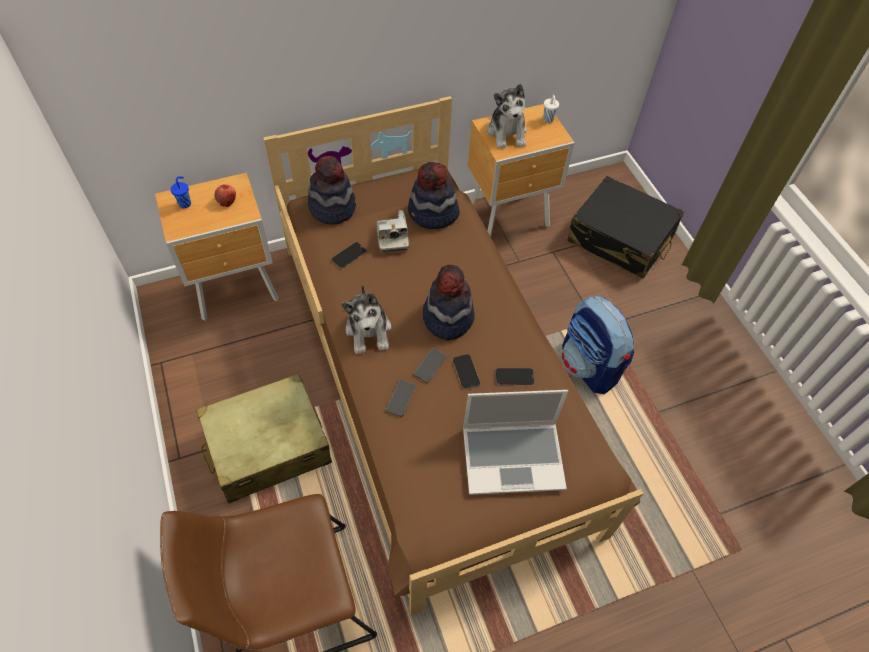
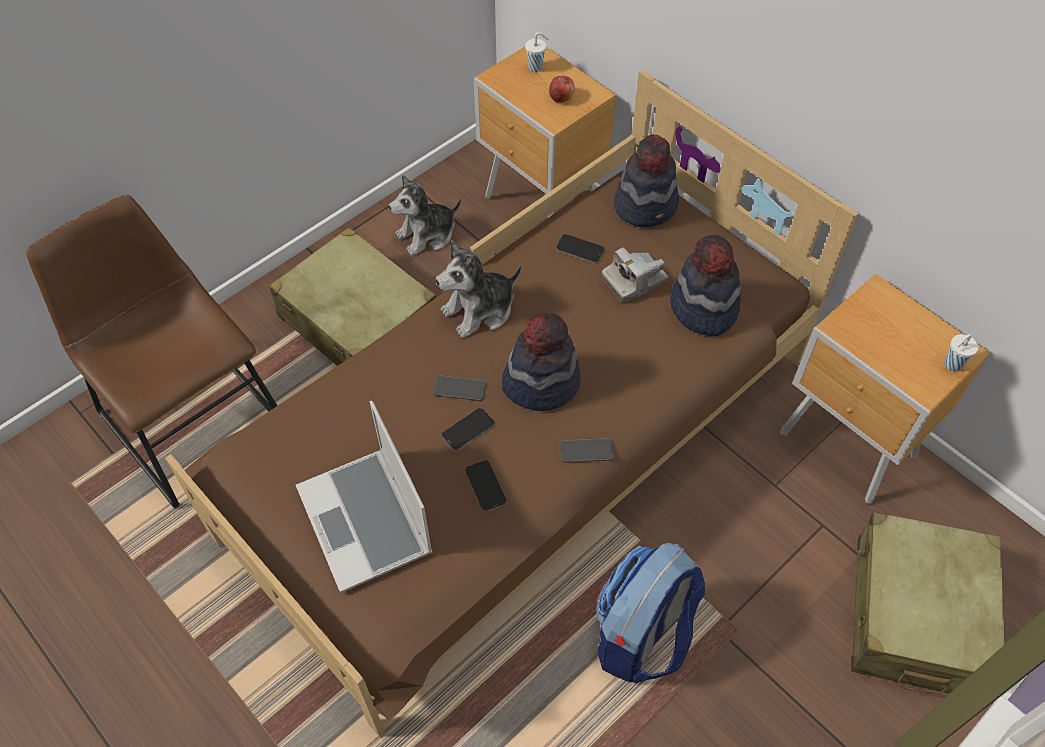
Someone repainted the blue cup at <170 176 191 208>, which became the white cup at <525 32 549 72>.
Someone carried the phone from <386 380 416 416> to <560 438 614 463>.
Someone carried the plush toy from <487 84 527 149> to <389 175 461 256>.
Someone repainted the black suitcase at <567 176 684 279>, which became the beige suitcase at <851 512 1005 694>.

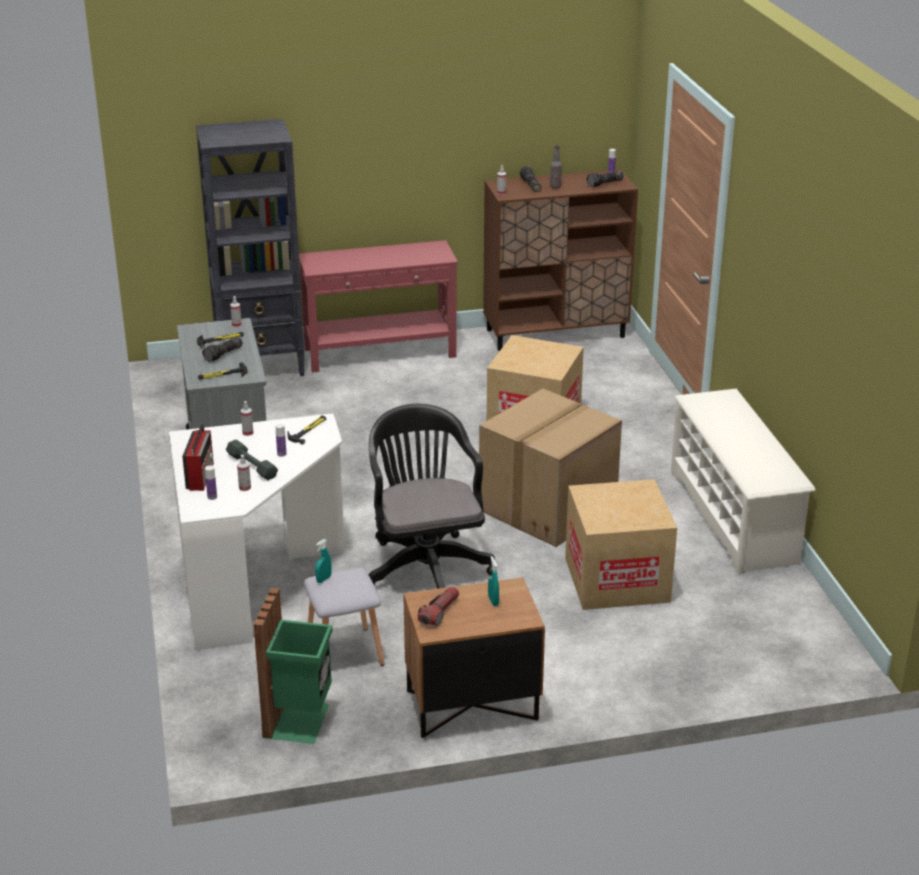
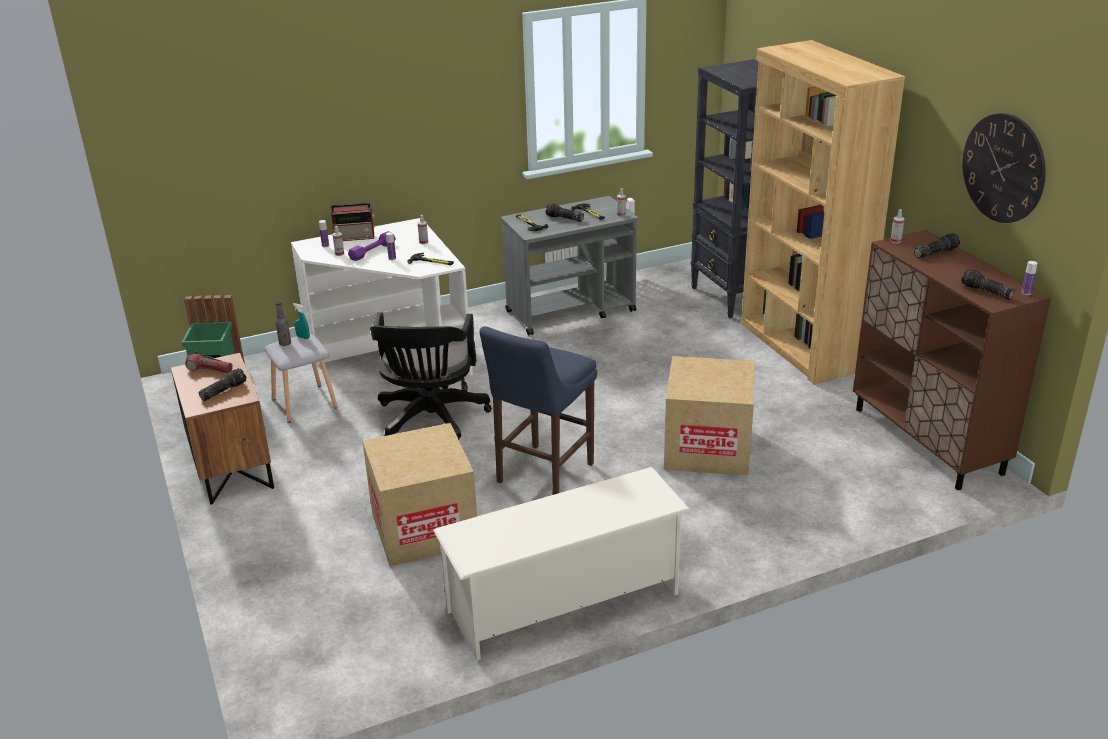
Someone repainted the grey dumbbell at <226 440 278 480>, which became the purple dumbbell at <348 231 396 261>.
Someone swapped the red console table at <299 240 458 373> for the brown bookcase at <741 40 905 385>.
Someone rotated the black office chair at <369 404 495 589> by 120 degrees clockwise.
Someone swapped the cardboard box at <479 389 622 547> for the blue stool at <480 326 597 495>.
Someone swapped the turquoise spray bottle at <488 556 499 606> for the flashlight at <199 368 247 401>.
Someone carried the bottle from <550 145 562 189> to <275 301 291 346>.
Someone put up the wall clock at <962 113 1046 223>.

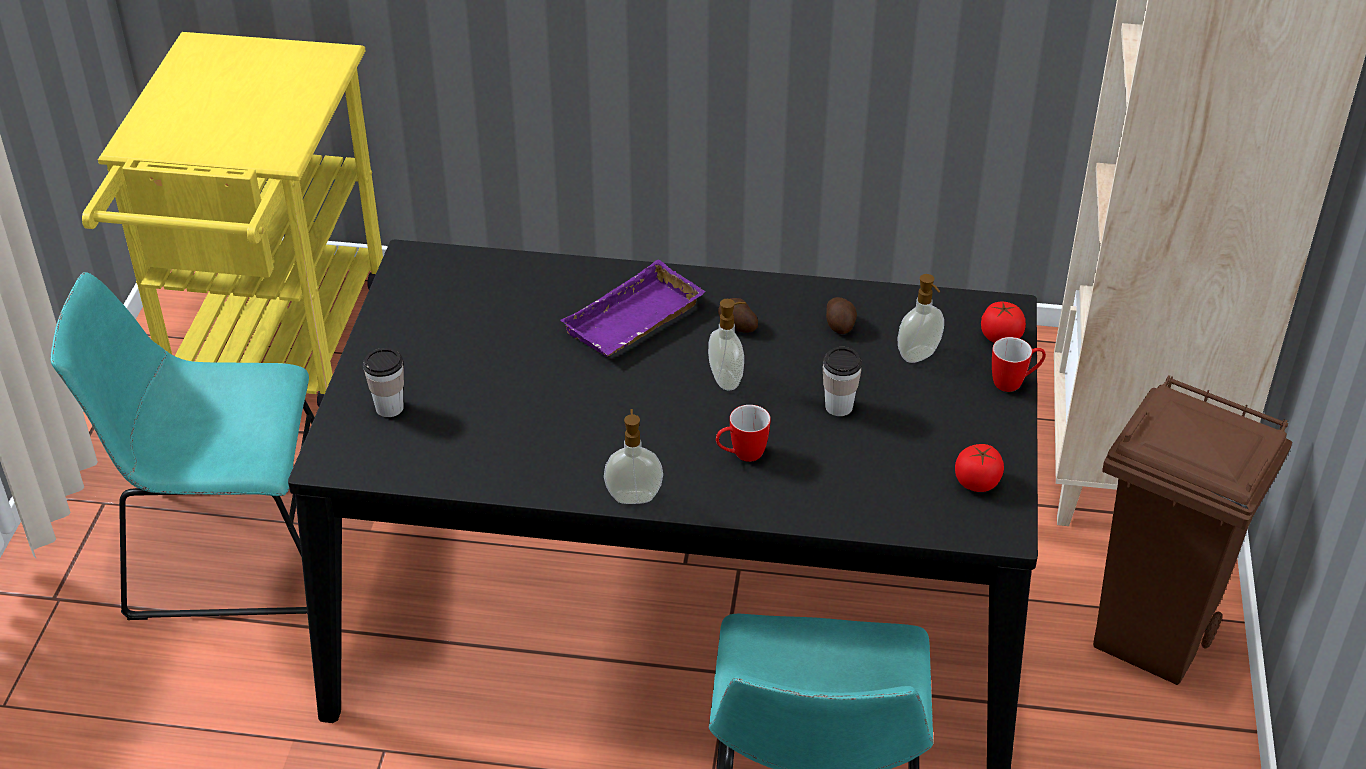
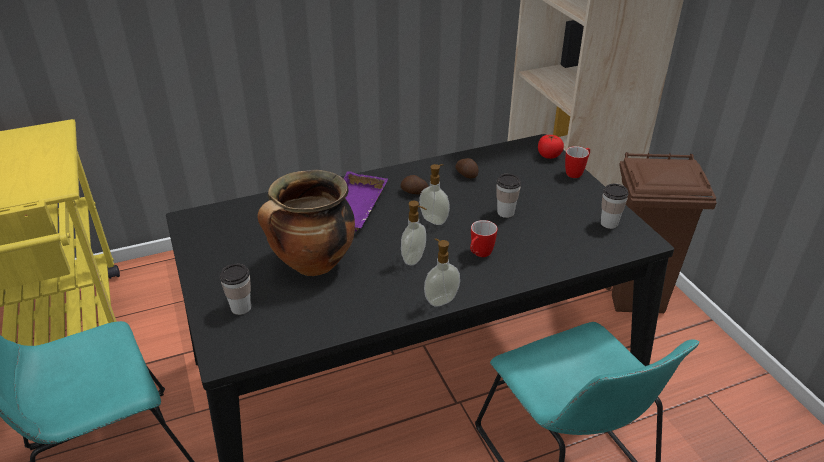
Someone carried the soap dispenser from <898 274 944 363> to <401 201 426 265>.
Someone swapped the tomato at <955 444 1004 492> for the cup at <601 184 628 229>.
Someone put down the cooking pot at <258 170 355 276>.

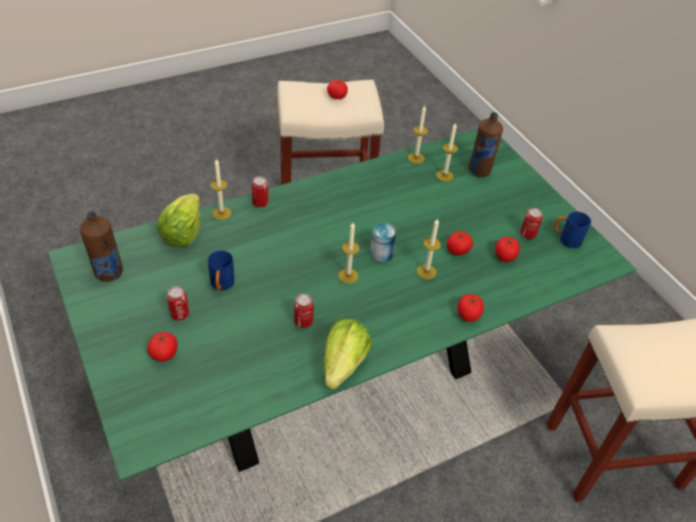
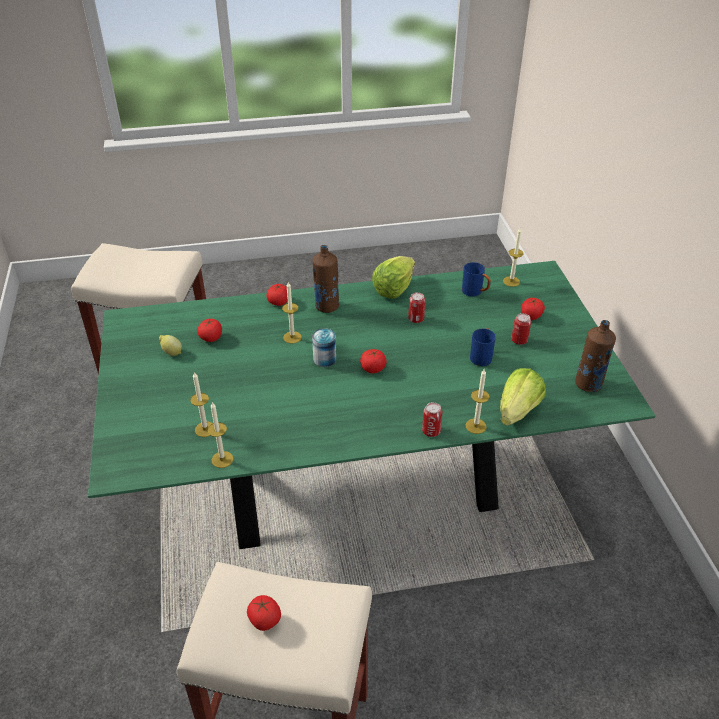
Someone carried the candle from <338 223 360 284> to <503 228 524 287>.
Someone carried the tomato from <447 231 473 255> to <360 349 387 373>.
Someone carried the brown bottle from <468 112 503 177> to <313 245 340 313>.
Someone swapped the can at <520 208 543 239> for the lemon at <159 335 182 356>.
Someone carried the blue mug from <554 212 591 248> to <462 262 491 297>.

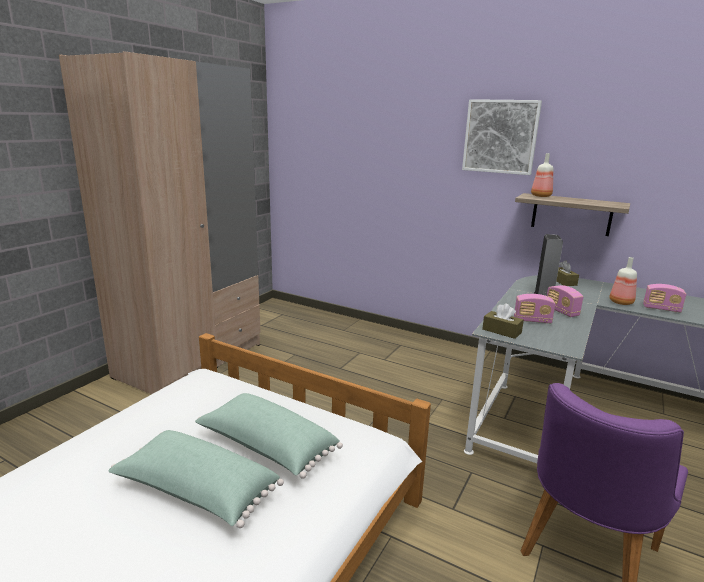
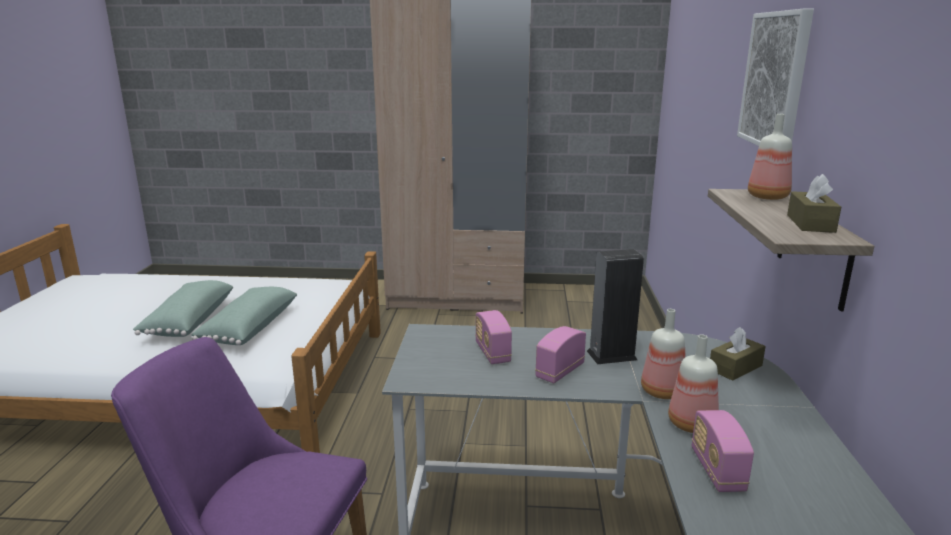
Someone carried the brown tissue box from <482 304 524 339> to <787 174 841 233>.
Someone put down the bottle at <641 309 686 399>.

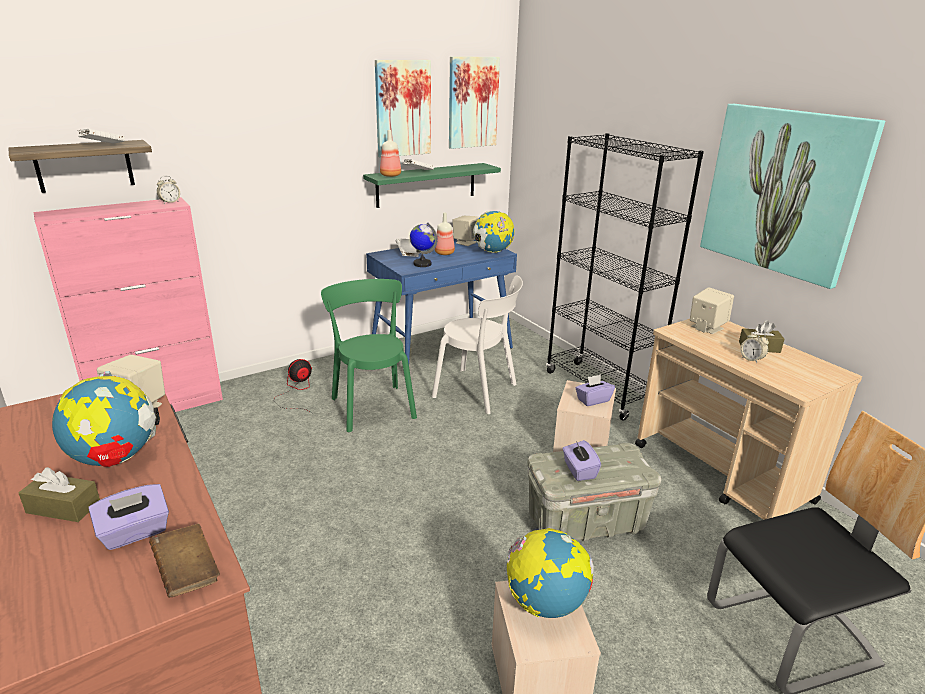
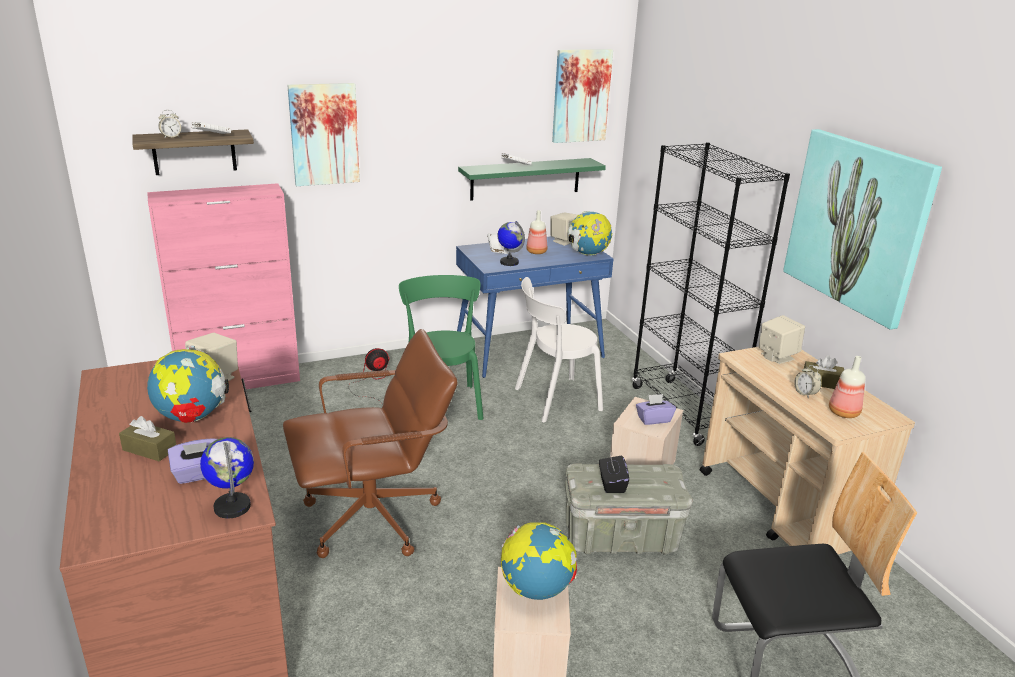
Someone swapped the brown book at <149 523 220 598> for the globe at <200 437 254 519>.
Someone carried the alarm clock from <157 176 180 204> to <158 110 181 139>.
Someone carried the picture from <375 60 431 158> to <287 83 360 186>.
Someone carried the bottle from <380 130 401 177> to <829 356 865 418>.
Someone rotated the white chair at <432 275 523 414> by 120 degrees clockwise.
Someone repainted the purple tissue box at <563 440 601 481>, which became the black tissue box at <599 454 629 493>.
Someone put down the brown office chair at <283 329 458 558>.

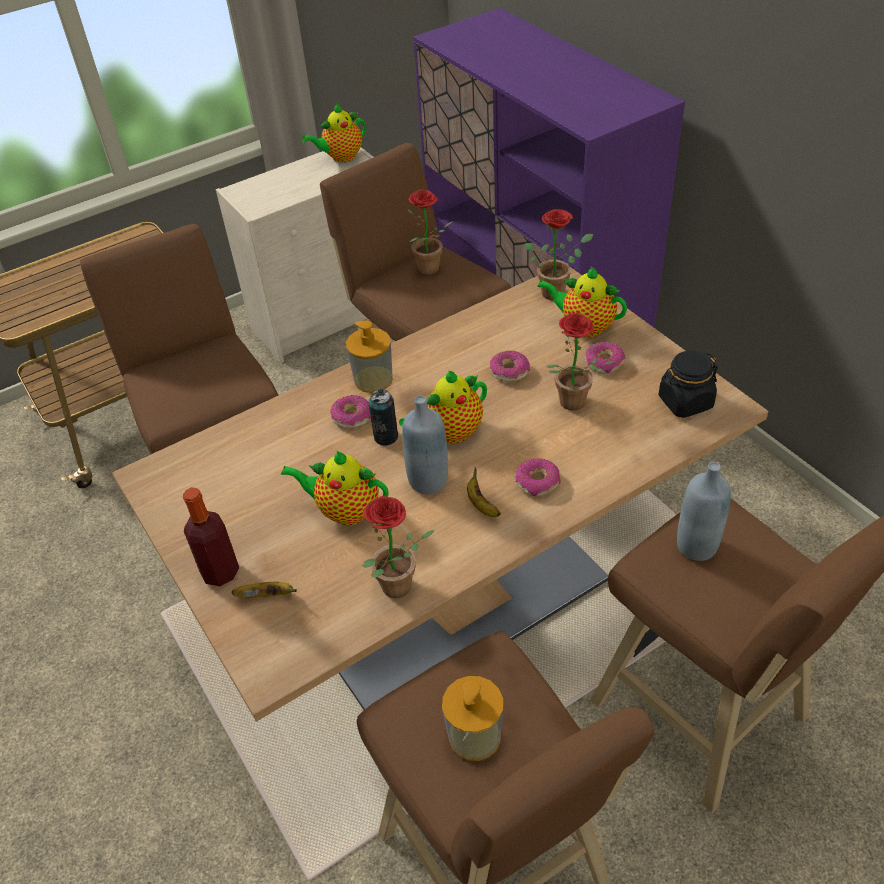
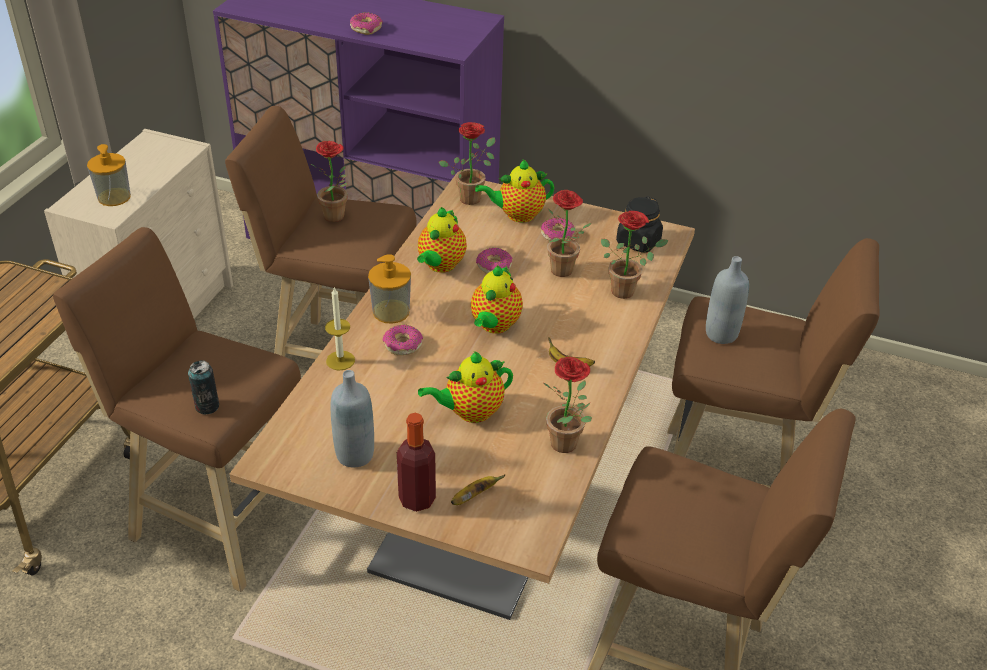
Someone carried the teapot from <302 103 366 162> to <417 207 467 273>.
Someone carried the can from <368 389 398 445> to <188 360 219 414>.
Someone carried the grey bottle from <402 396 448 494> to <331 370 374 467>.
Someone carried the soap dispenser from <442 676 503 761> to <87 144 131 206>.
Someone carried the donut from <515 458 561 496> to <350 13 383 35>.
Someone put down the candle at <325 288 355 370>.
Someone put down the potted plant at <601 211 669 299>.

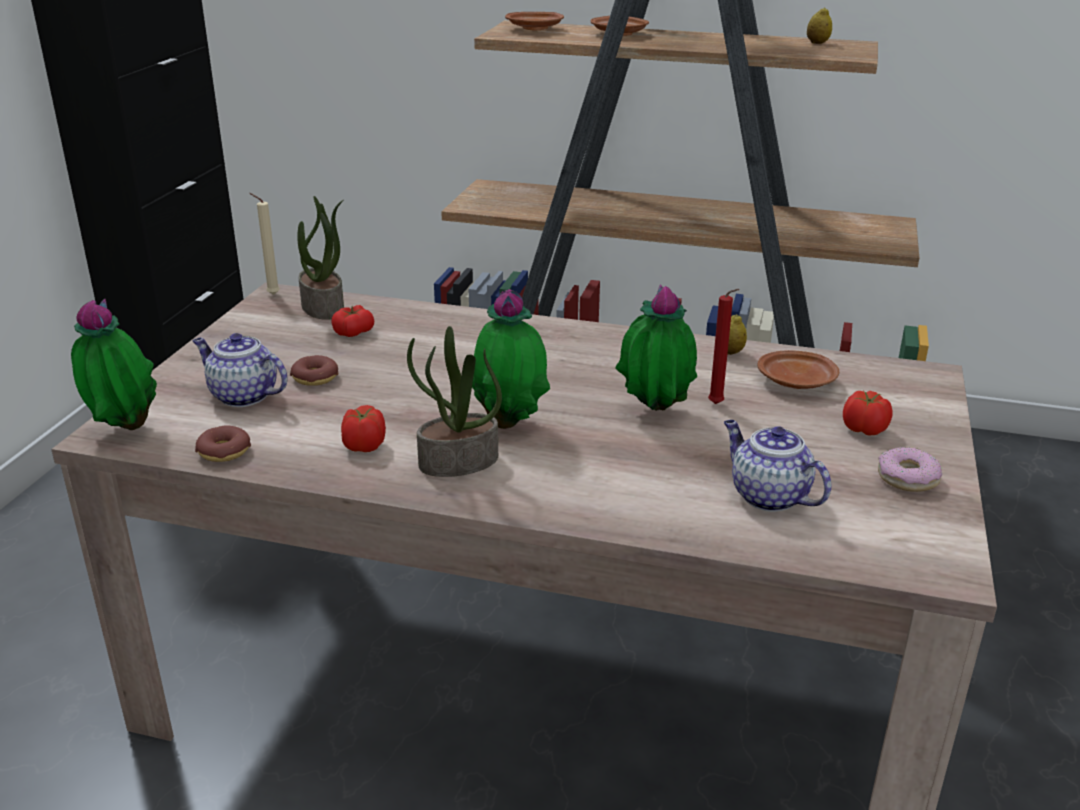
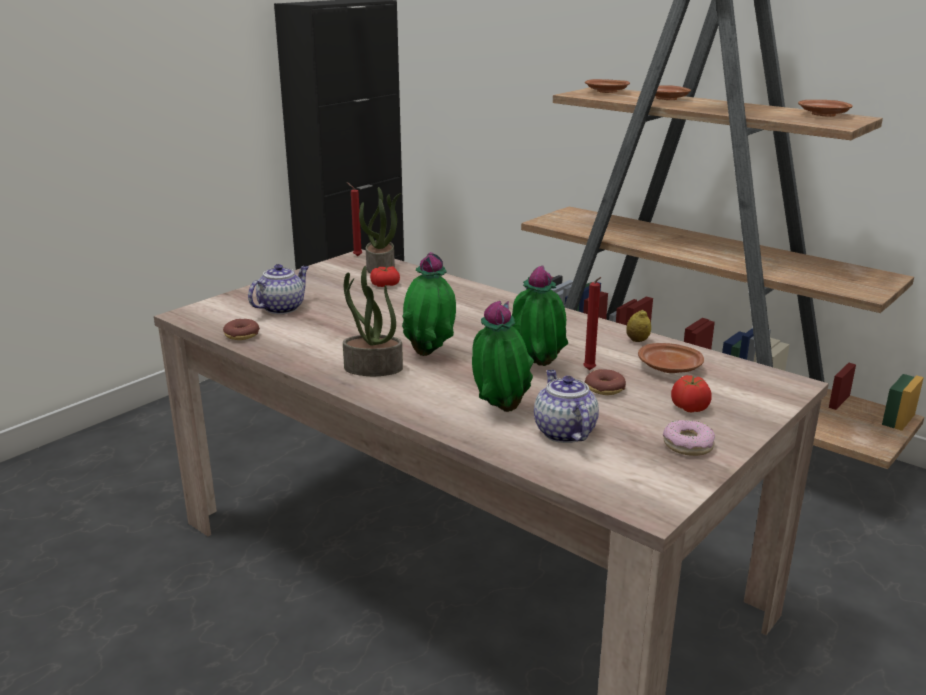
Someone carried the potted plant from <71 299 157 430> to <472 301 534 412>.
Someone rotated the teapot at <192 333 288 407> by 75 degrees clockwise.
Someone repainted the beige candle at <249 193 280 295>, which became the red candle at <347 182 362 256>.
Someone carried the donut from <290 355 338 386> to <585 369 626 395>.
Someone took away the tomato at <341 405 386 452>.
Someone swapped the lemon at <807 7 832 44> for the brown plate at <798 100 853 117>.

